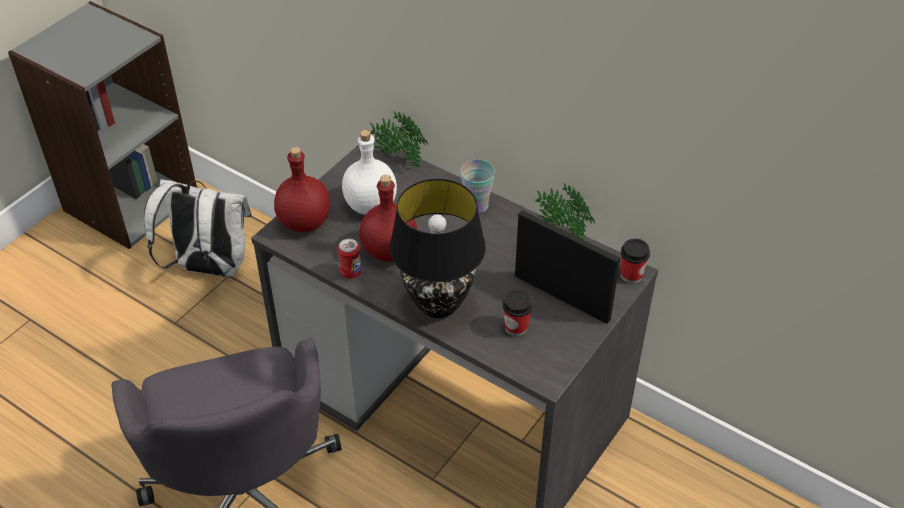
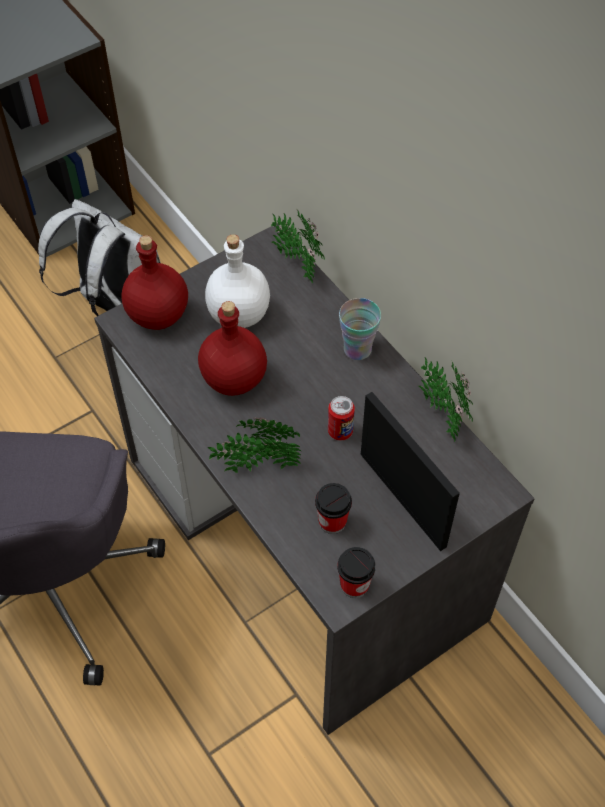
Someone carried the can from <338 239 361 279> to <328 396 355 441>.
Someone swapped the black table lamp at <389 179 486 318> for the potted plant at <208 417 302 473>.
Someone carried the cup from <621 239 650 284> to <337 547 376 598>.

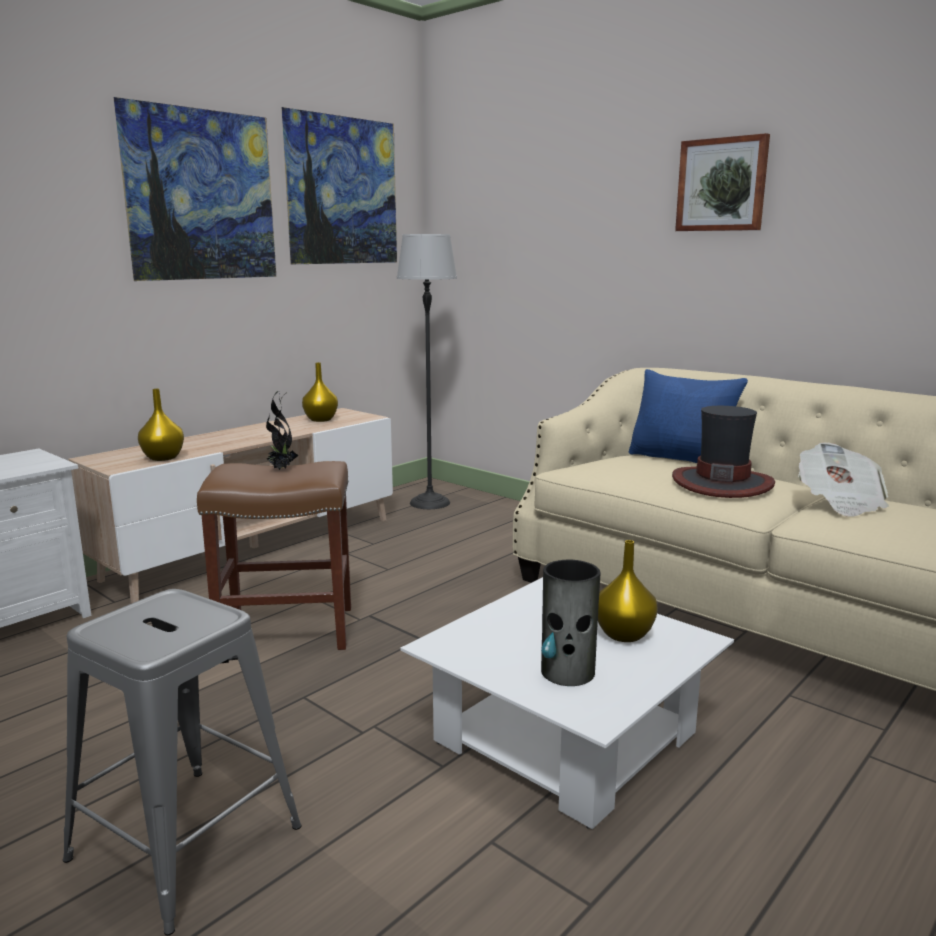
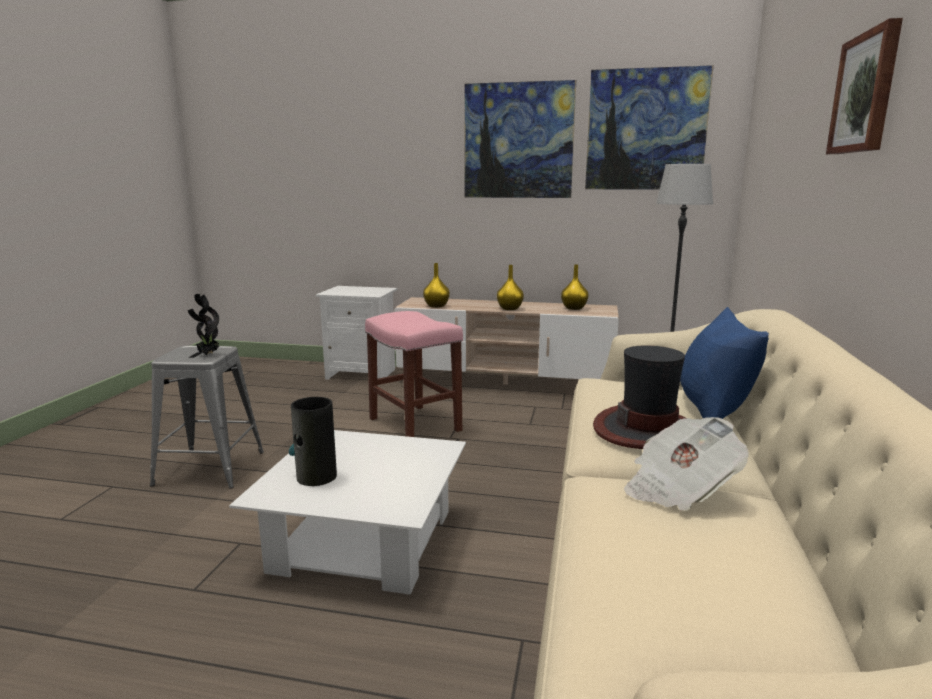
Someone repainted the brown stool at <197 461 351 650>, which became the pink stool at <365 311 463 437>.
Someone carried the potted plant from <266 391 298 470> to <188 294 220 355>.
Someone carried the yellow vase from <598 540 658 642> to <497 265 524 310>.

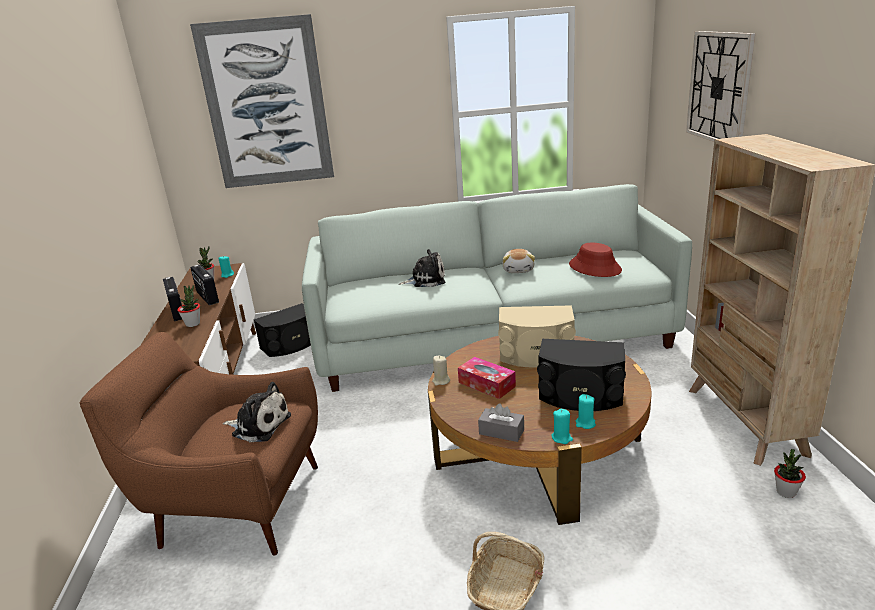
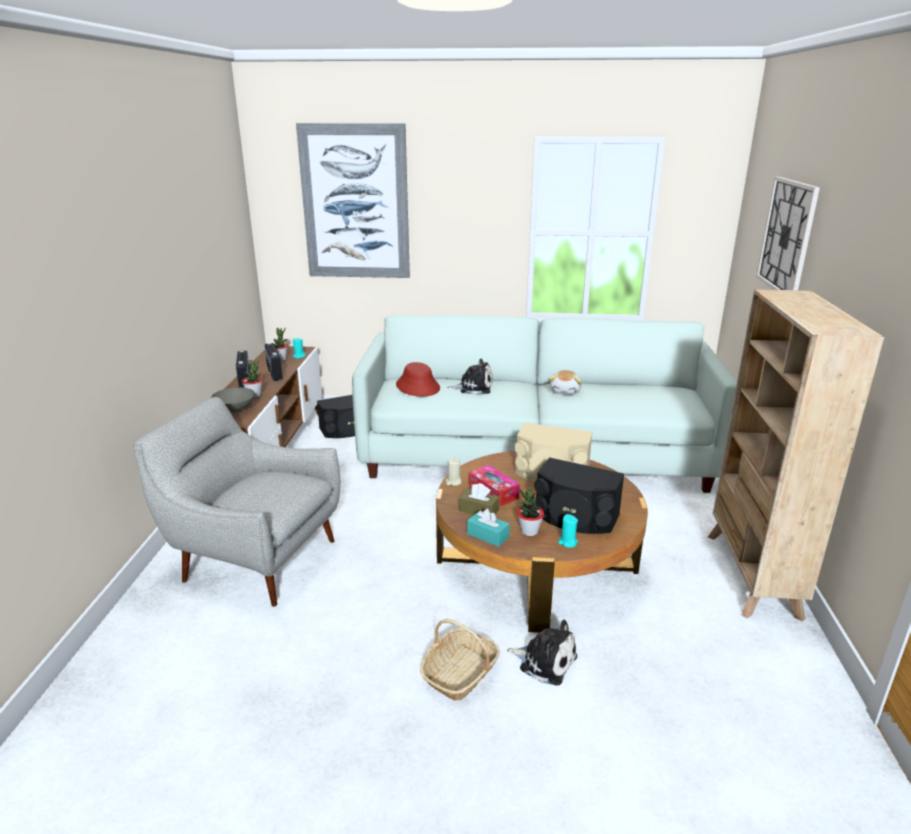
Someone repainted the brown armchair at <80 332 318 555>, which became the grey armchair at <133 397 340 607>.
Someone carried the plush toy from <223 382 291 442> to <507 620 577 685>.
Someone repainted the grey tissue box at <478 403 524 442>, which became the turquoise tissue box at <467 509 510 547>.
Someone took away the turquoise candle at <551 409 573 444>.
Someone carried the red hat from <569 243 622 277> to <396 362 440 397>.
Someone carried the potted plant from <774 449 806 498> to <517 487 544 536>.
Someone put down the grey bowl at <211 387 255 413>.
Someone put down the brown tissue box at <459 483 499 515>.

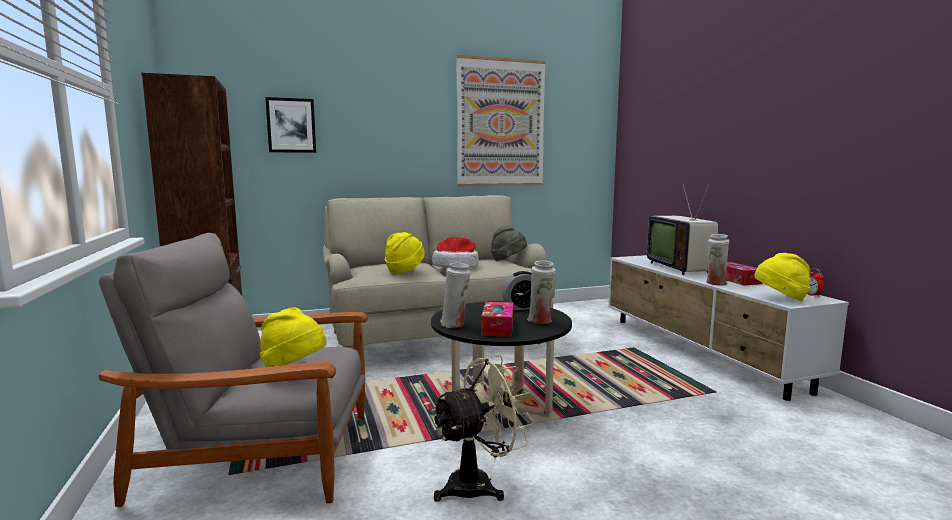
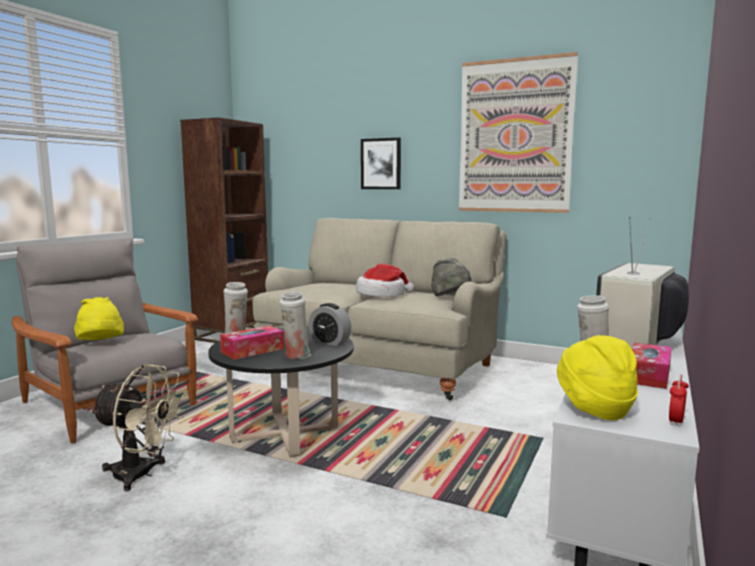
Someone carried the picture from <265 97 316 153> to <361 138 401 189>.
Someone took away the yellow hat at <385 232 425 274>.

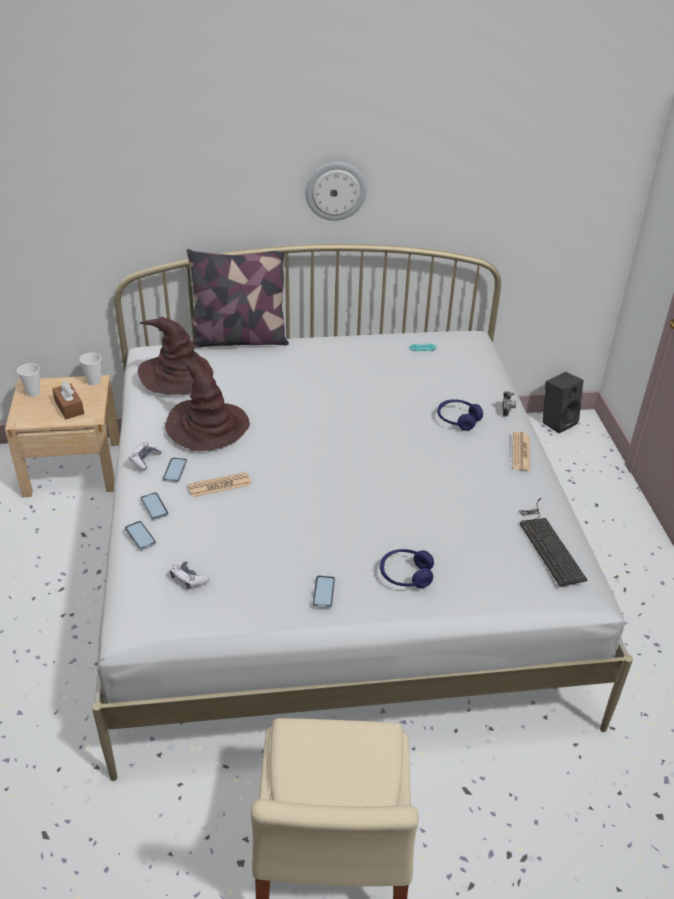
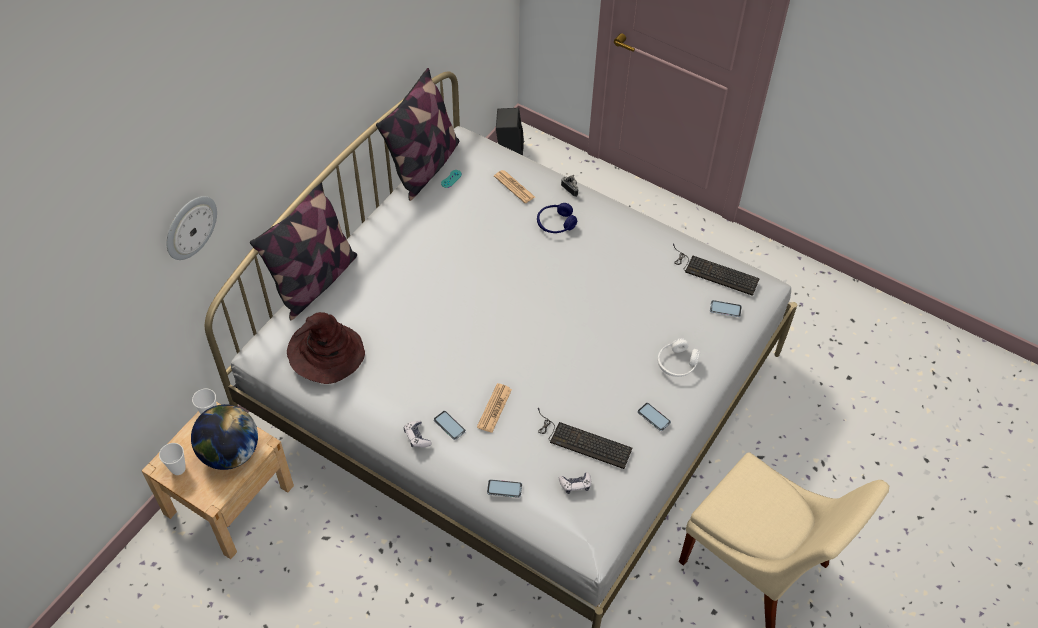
Someone swapped the brown tissue box at <52 381 84 419> for the globe at <191 404 258 470>.
Someone carried the phone from <140 492 169 520> to <710 300 742 317>.
Someone took away the brown hat at <165 359 250 451>.
Someone carried the wall clock from <305 162 367 221> to <166 196 217 260>.
Someone repainted the blue headphones at <380 549 434 588>, which became the white headphones at <658 338 700 377>.
Someone carried the newspaper from <513 432 530 471> to <494 170 535 203>.
Someone put down the pillow at <376 68 459 201>.
Someone put down the keyboard at <538 408 632 469>.

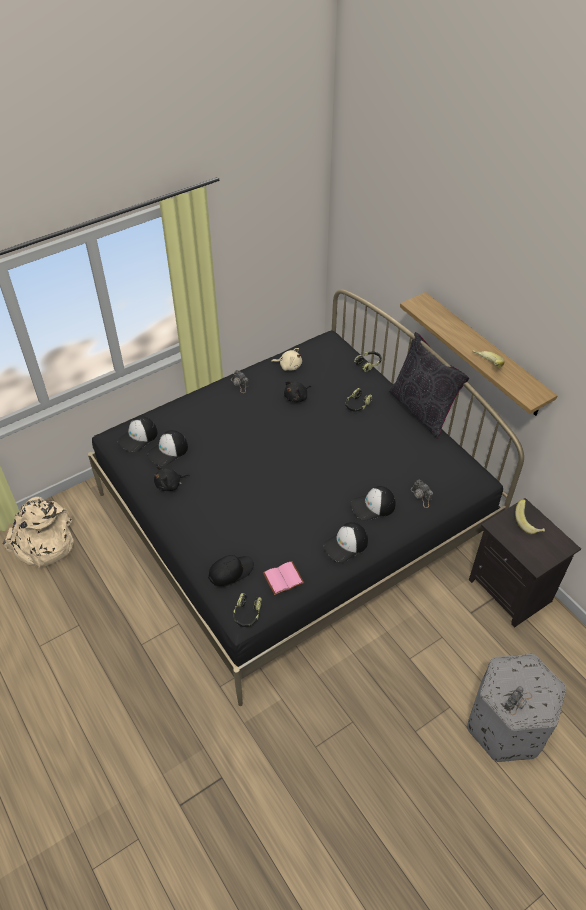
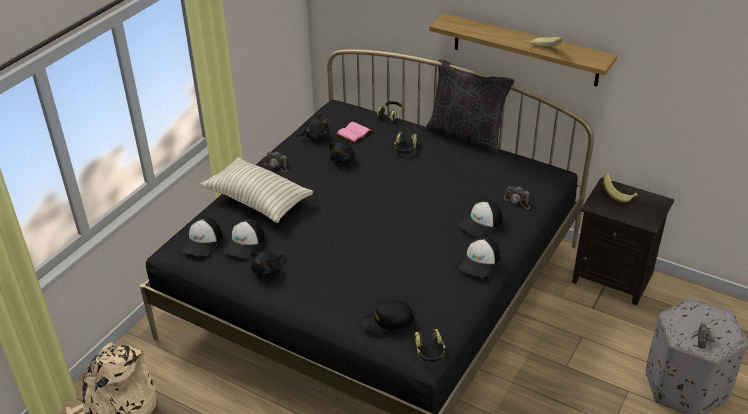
Someone rotated the black cap at <208 555 254 587> by 135 degrees counterclockwise.
Someone carried the pink book from <263 561 304 595> to <336 122 372 143>.
Someone repainted the beige plush toy at <271 348 302 371>, which became the black plush toy at <295 114 329 141>.
Someone put down the pillow at <200 157 314 223>.

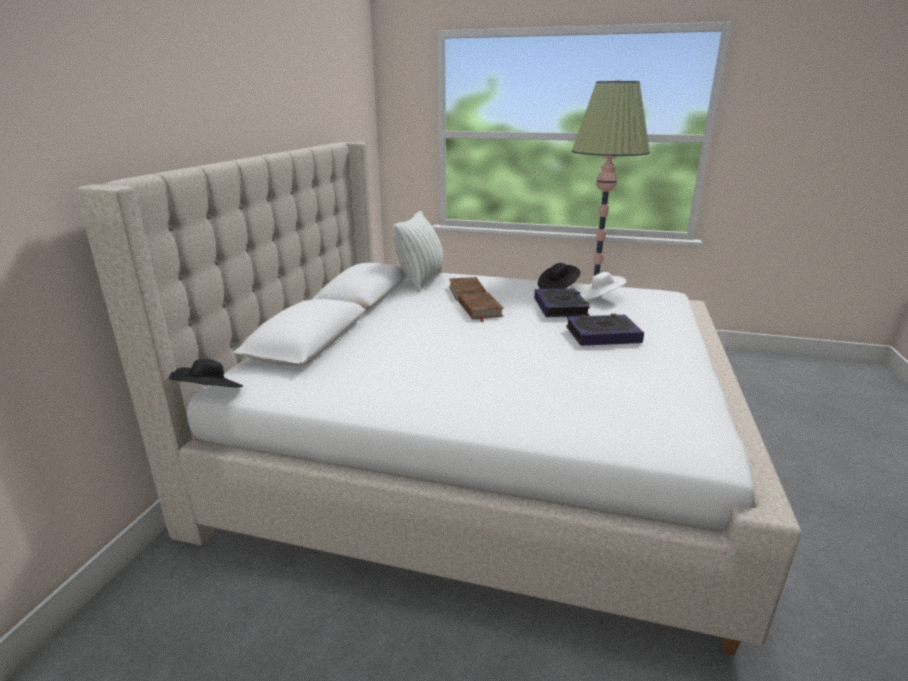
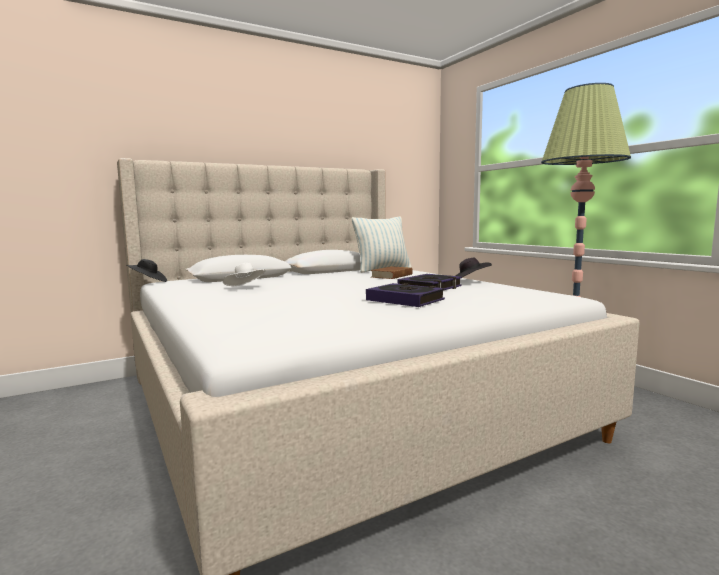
Someone took away the brown book at <458 292 504 322>.
Someone carried the white hat from <581 272 627 300> to <222 263 266 286>.

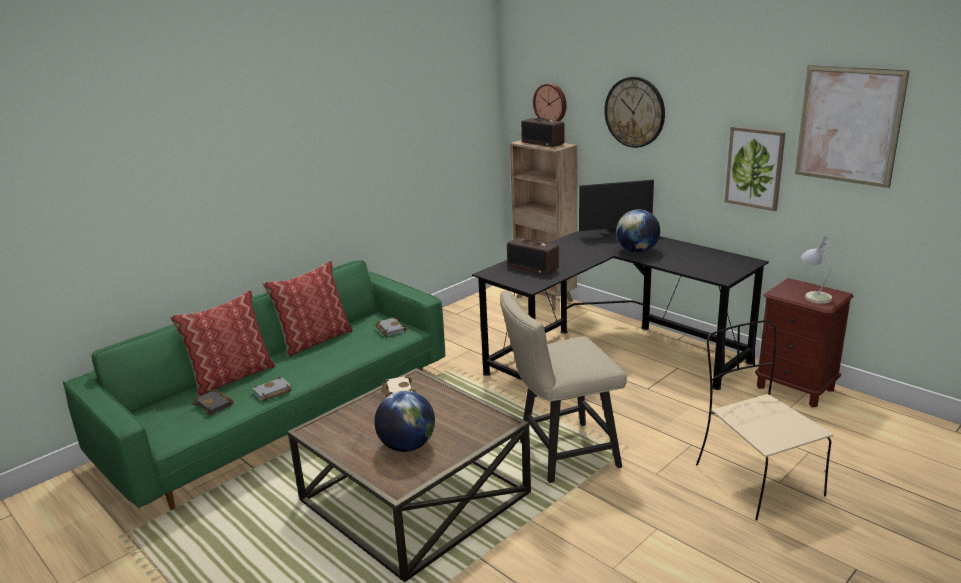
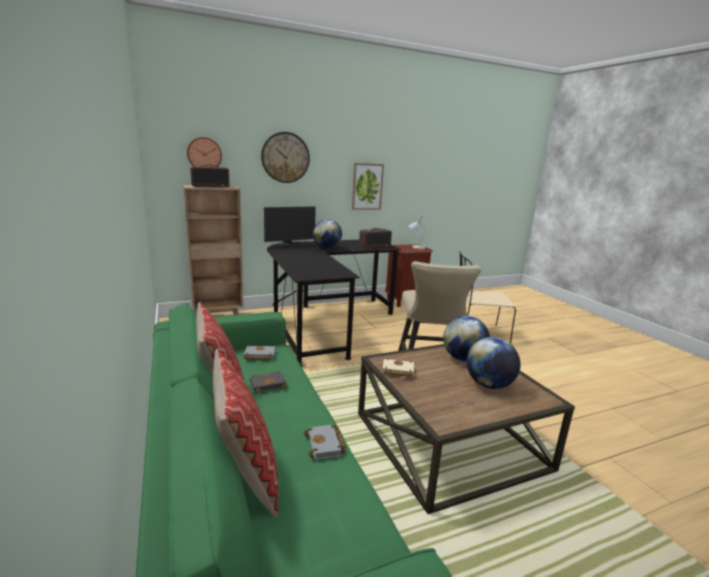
Someone carried the black book from <192 390 234 415> to <250 371 287 393>.
Someone carried the radio from <507 237 559 275> to <359 228 392 248>.
Someone rotated the monitor at <579 180 654 238> by 45 degrees clockwise.
Someone took away the picture at <795 65 909 188>.
Someone put down the globe at <443 316 490 361>.

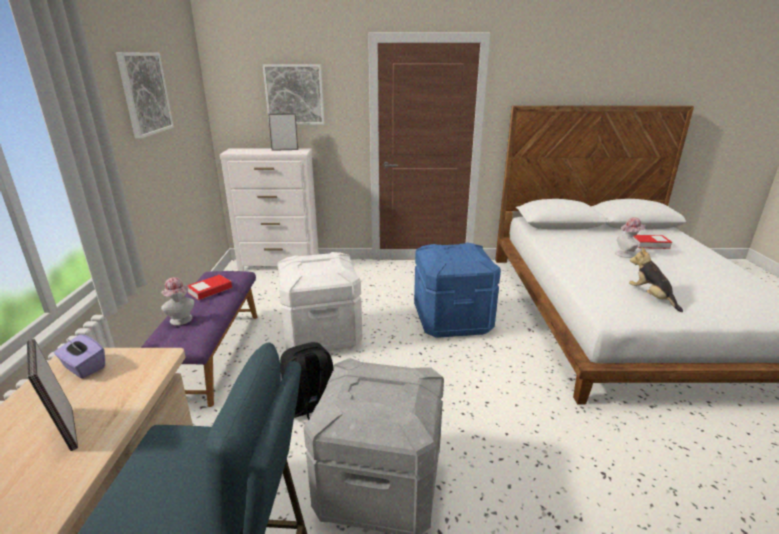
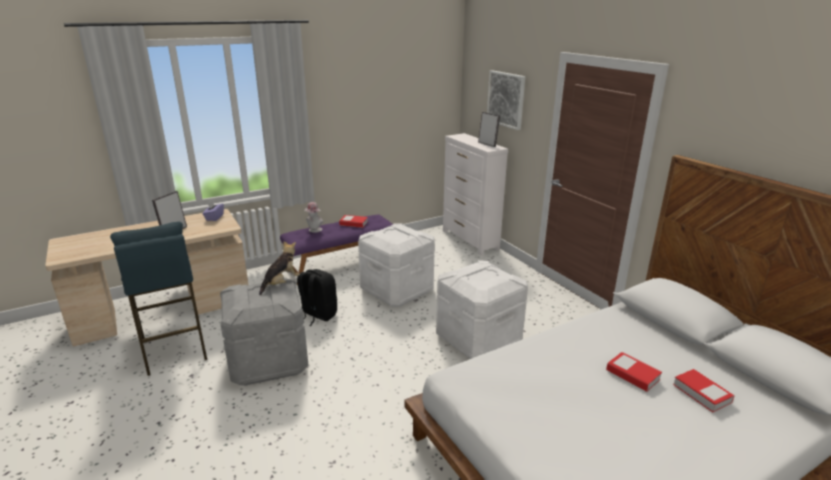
Someone took away the picture at <116 52 174 139>.
Someone repainted the blue storage box at <414 242 501 338>, which became the white storage box at <436 260 528 359>.
Someone swapped the hat at <615 217 646 258> for the book at <606 352 662 392>.
Someone carried the plush toy from <629 247 683 312> to <259 241 300 295>.

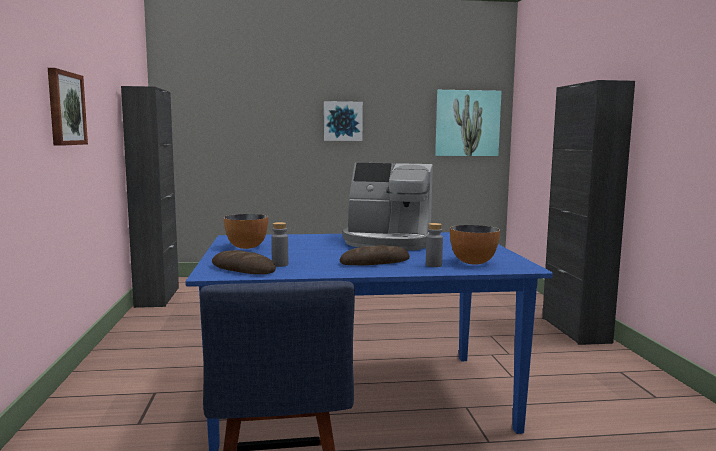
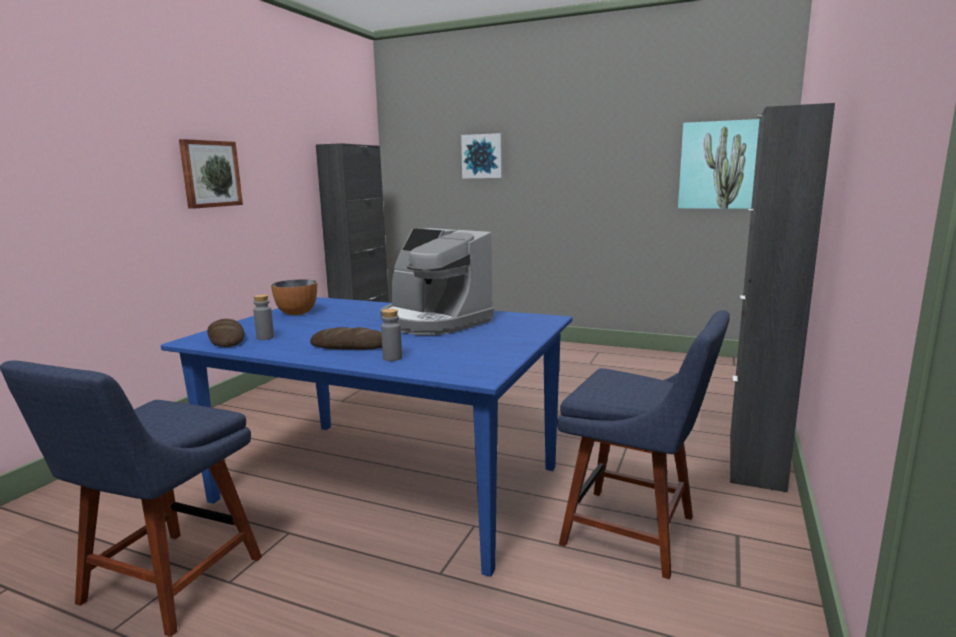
Someone carried the picture from <324 101 363 141> to <461 133 503 179>.
Someone took away the bowl at <450 225 500 264>.
Someone put down the blue chair at <557 310 730 579>.

